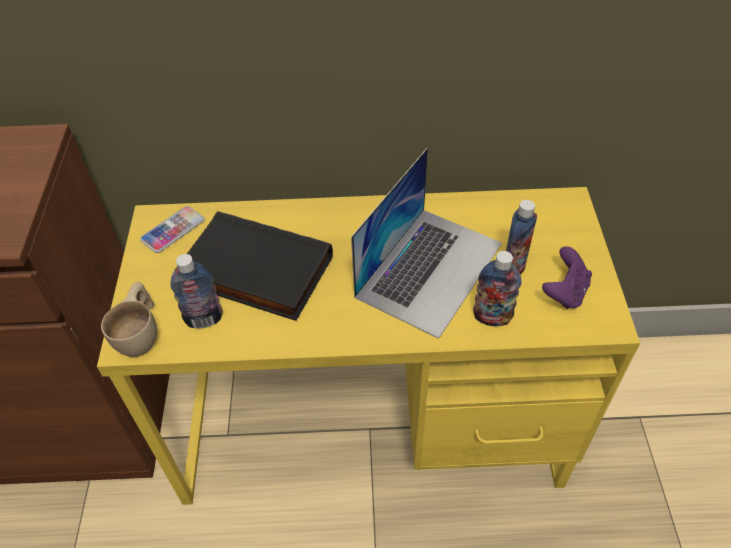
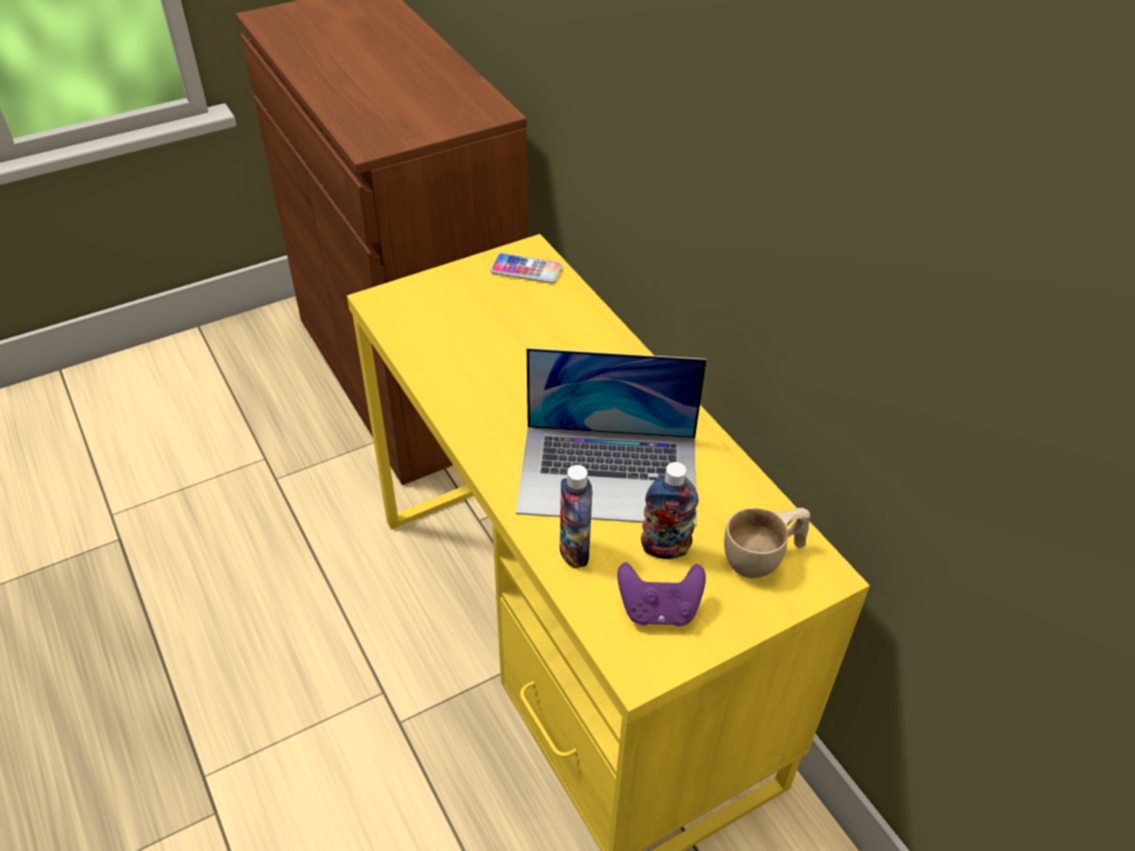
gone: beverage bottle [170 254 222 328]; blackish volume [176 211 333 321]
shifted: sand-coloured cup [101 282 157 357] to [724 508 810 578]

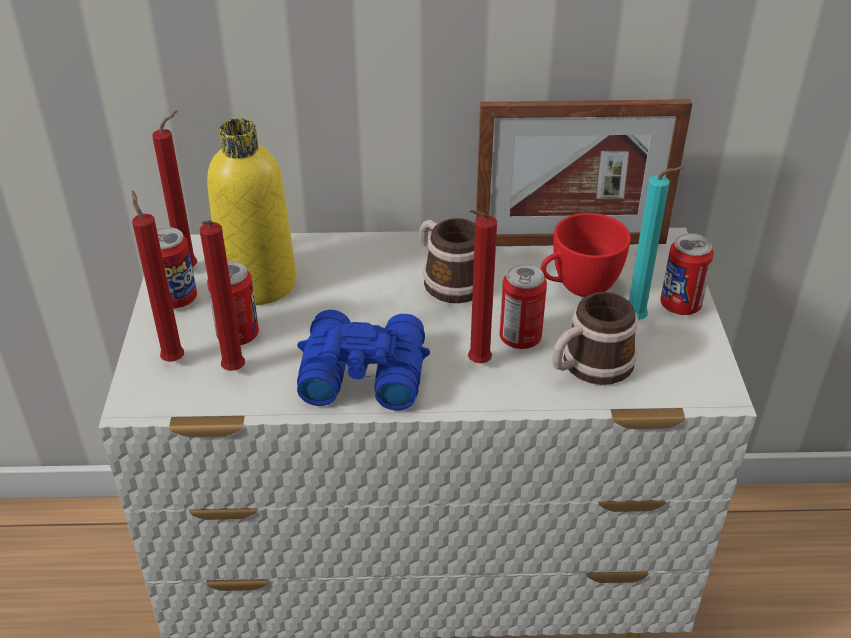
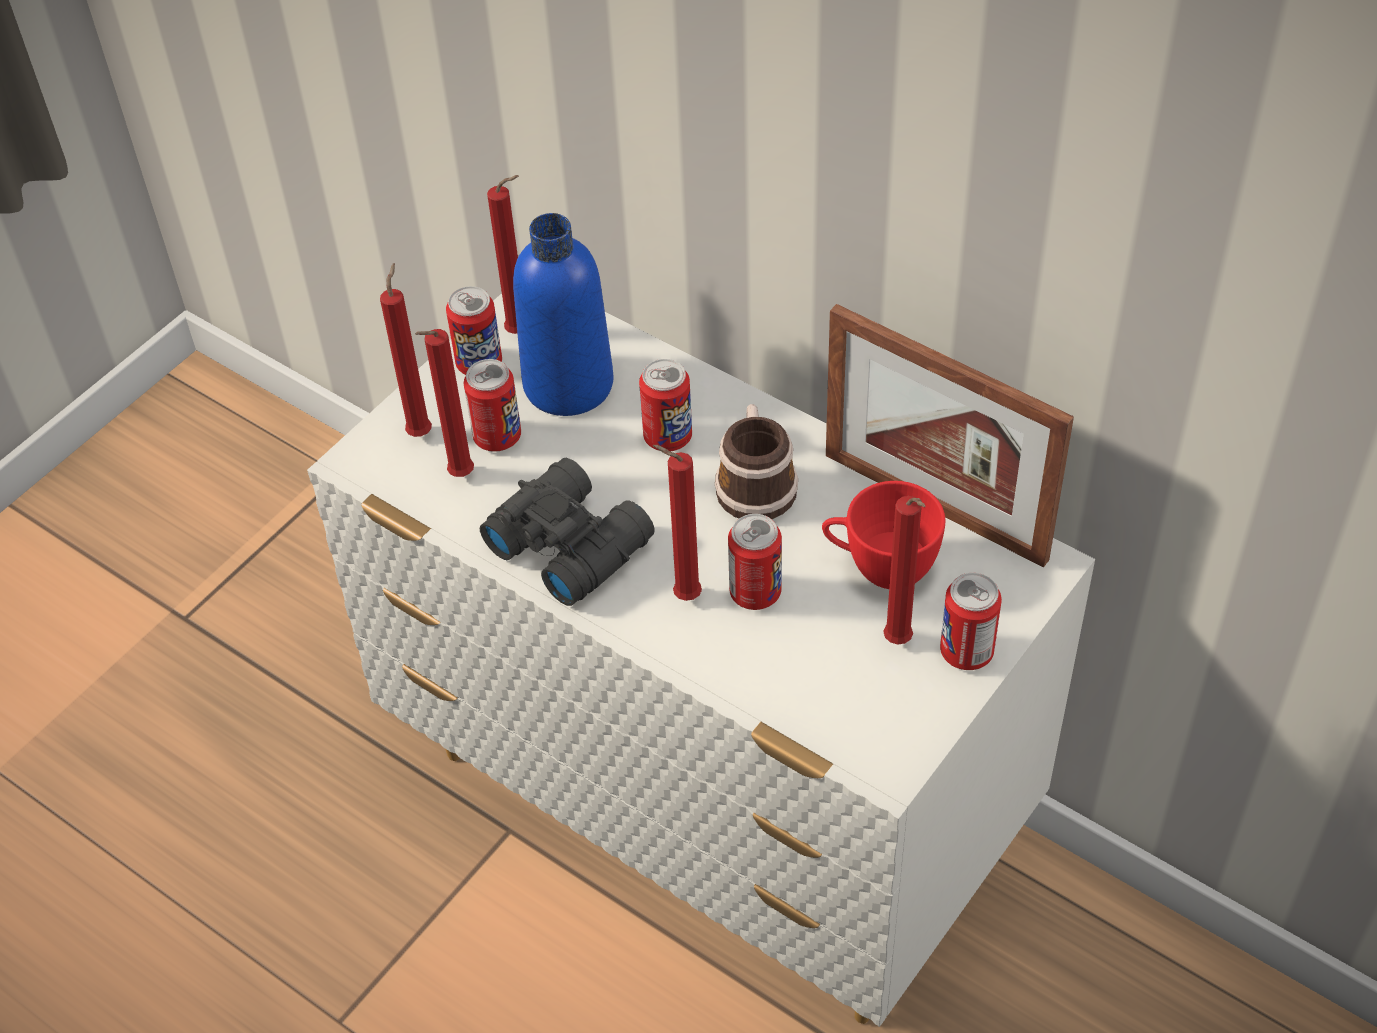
gone: tea mug [552 292 638 385]
new: metal can [639 359 692 451]
repainted: yellow-coloured beverage bottle [207 119 296 305] to blue-coloured beverage bottle [513 213 614 416]; blue-coloured pair of binoculars [297 310 430 411] to blackish pair of binoculars [480 458 655 606]; turquoise-coloured wax candle [629 166 684 320] to reddish wax candle [883 496 925 645]

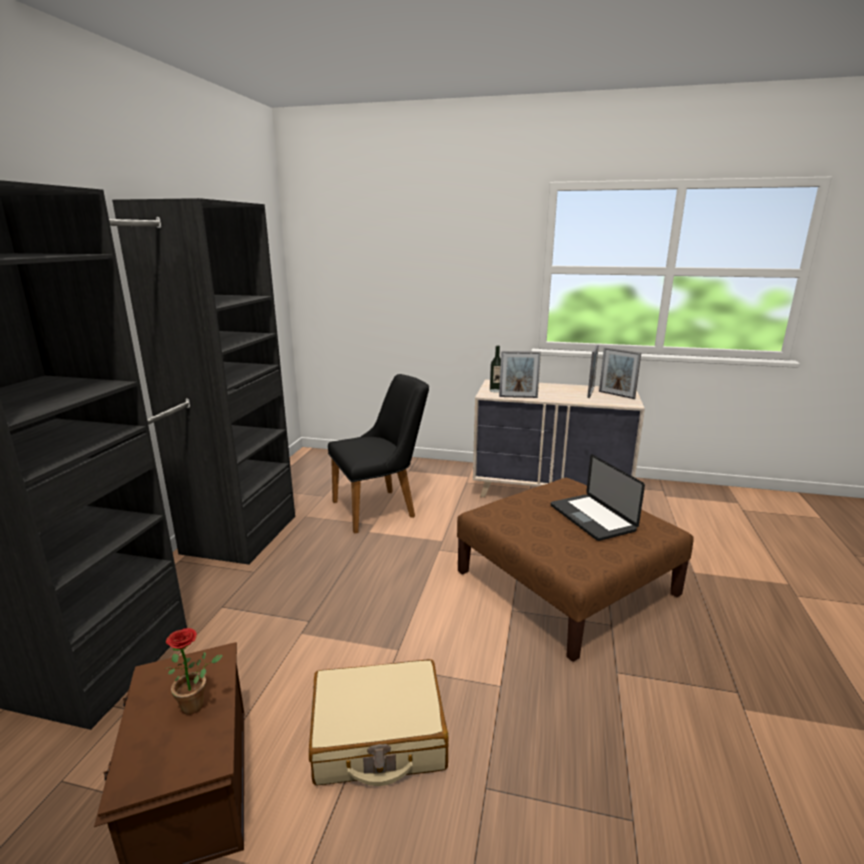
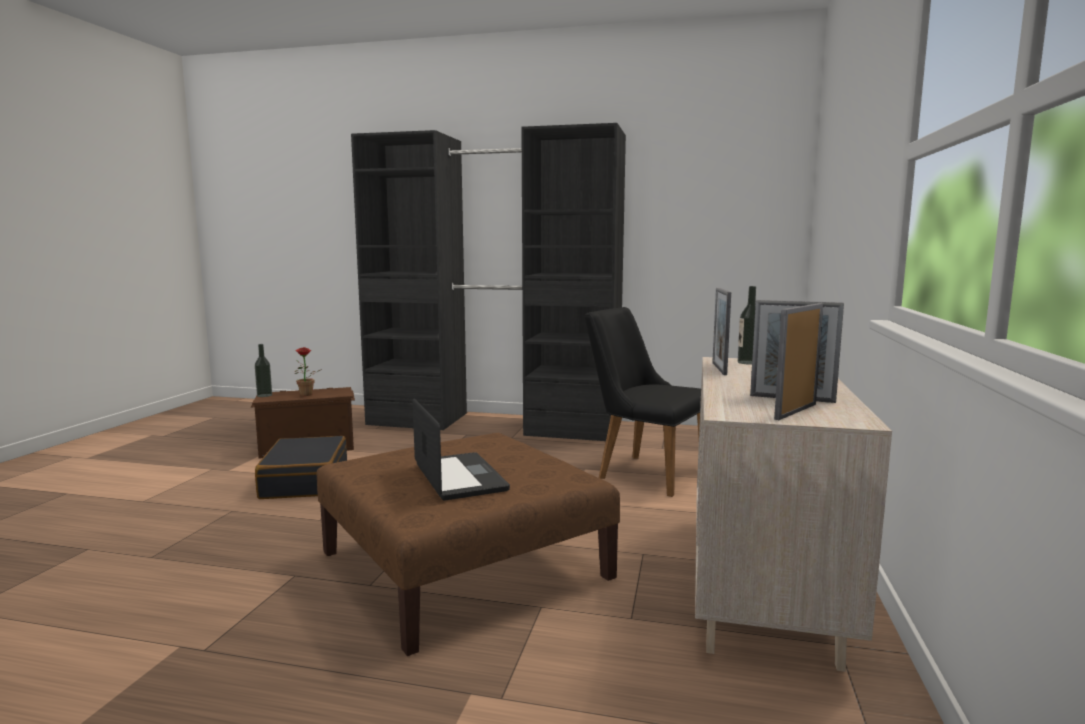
new: beverage bottle [255 344 272 397]
repainted: sand-coloured suitcase [309 659 448 786] to blackish suitcase [255 436 347 499]
rotated: blackish chair [328 374 429 534] = [585 307 701 497] 150 degrees clockwise; portable computer [551 454 645 541] = [413 399 510 501] 90 degrees clockwise

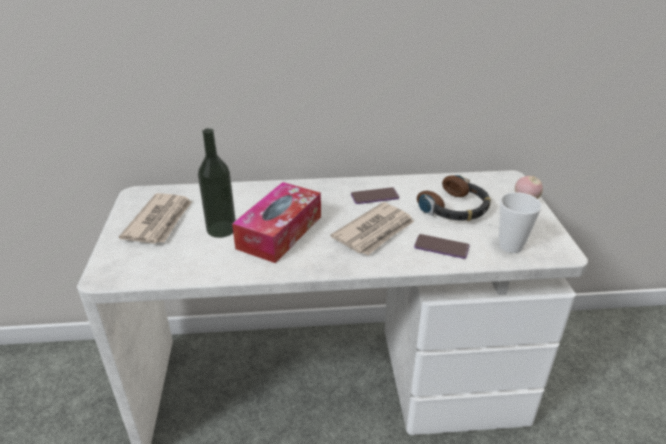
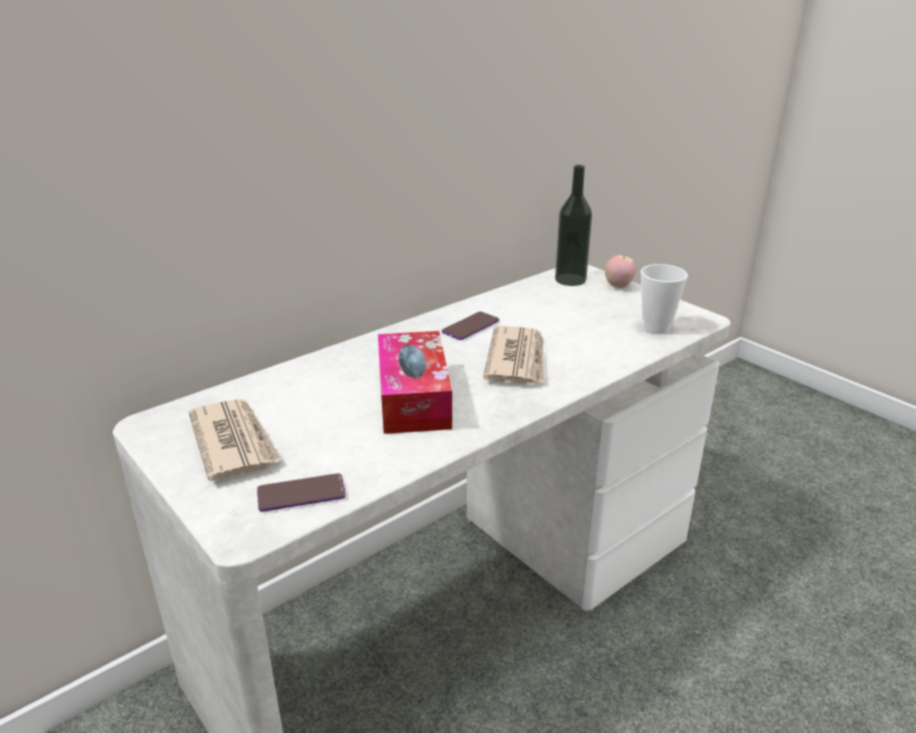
gone: headphones [417 175 491 221]
shifted: beverage bottle [198 128 236 238] to [555 165 592 286]; telephone [414 234 469 259] to [257 473 346 512]

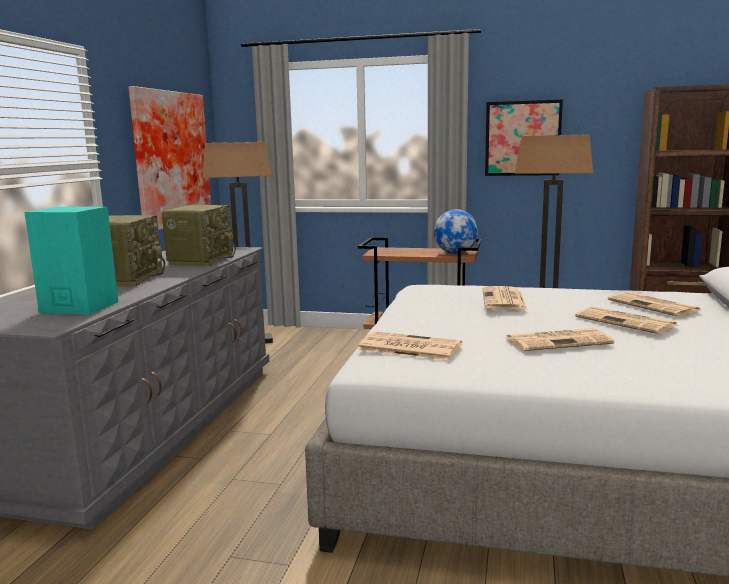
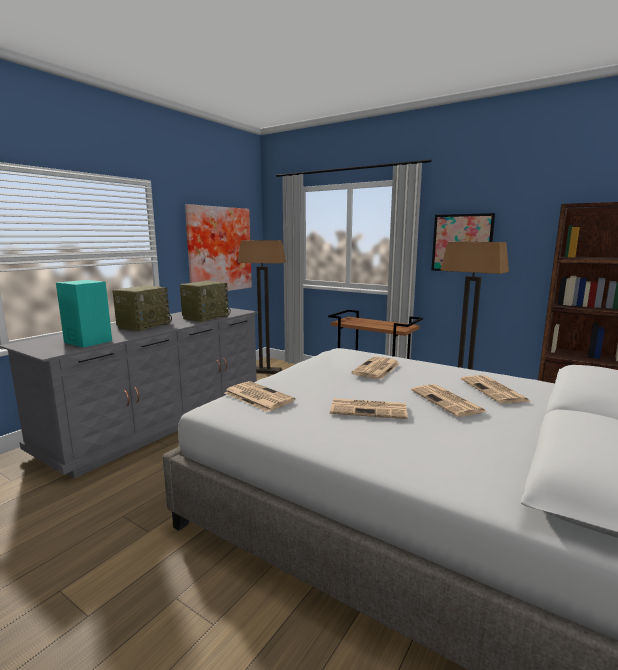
gone: world globe [434 209 478 254]

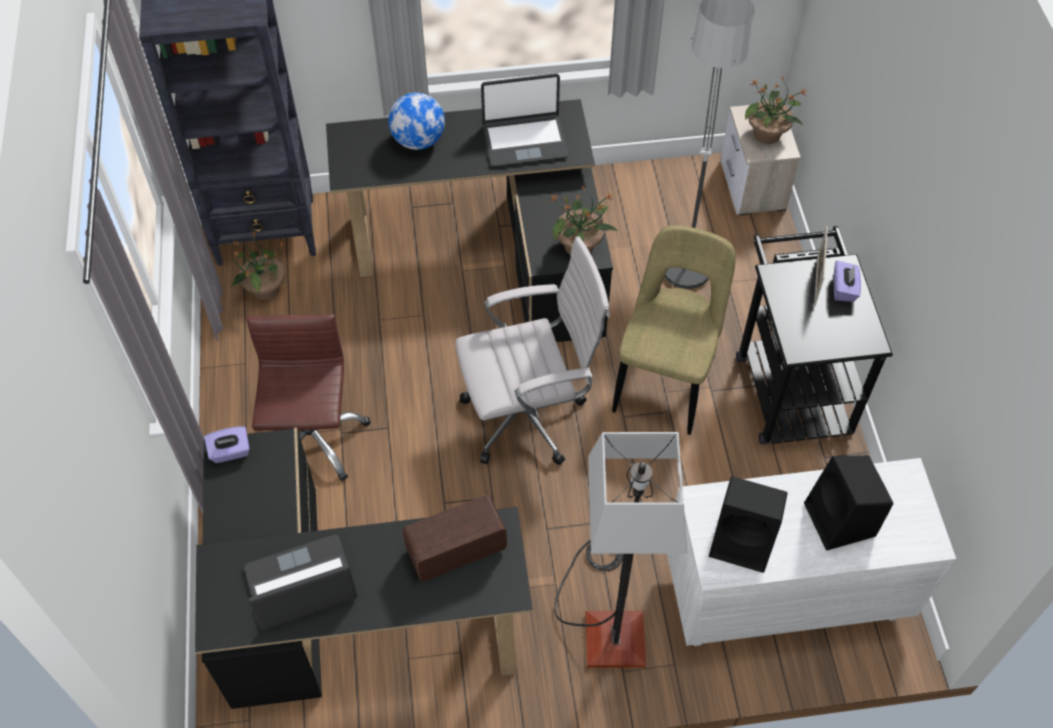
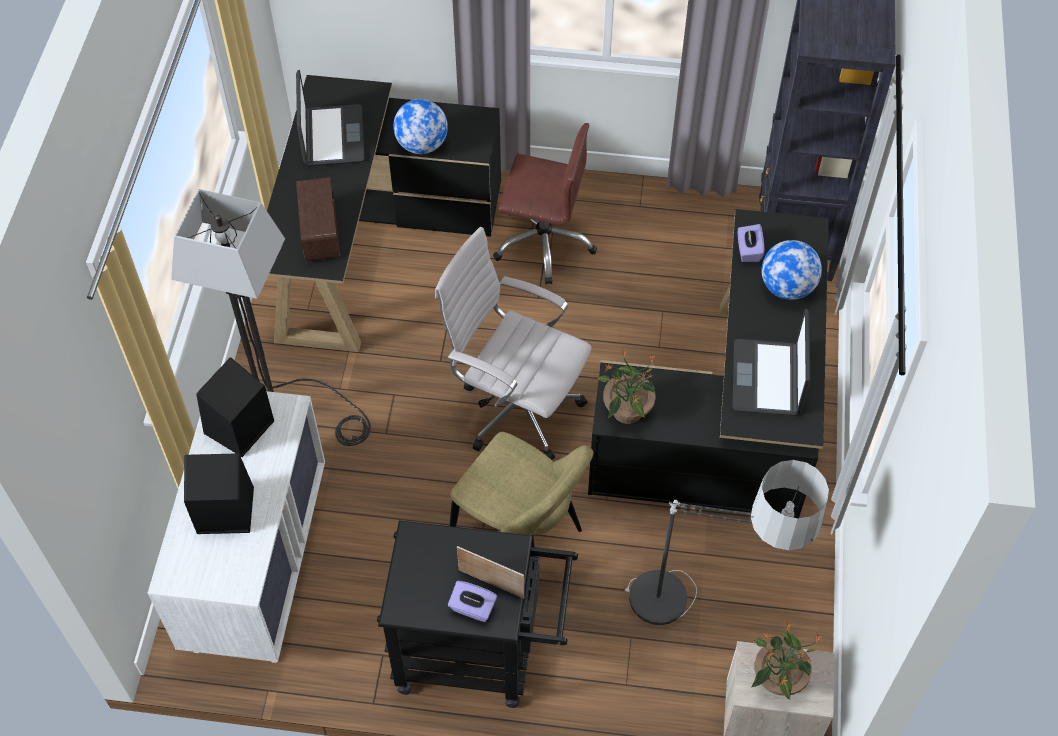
gone: houseplant [231 232 286 300]
new: world globe [393 99 448 154]
shifted: purplish tissue holder [204 426 250 463] to [738 224 764 262]
rotated: whitish computer chair [455 236 610 465] = [435 227 592 460] 120 degrees clockwise

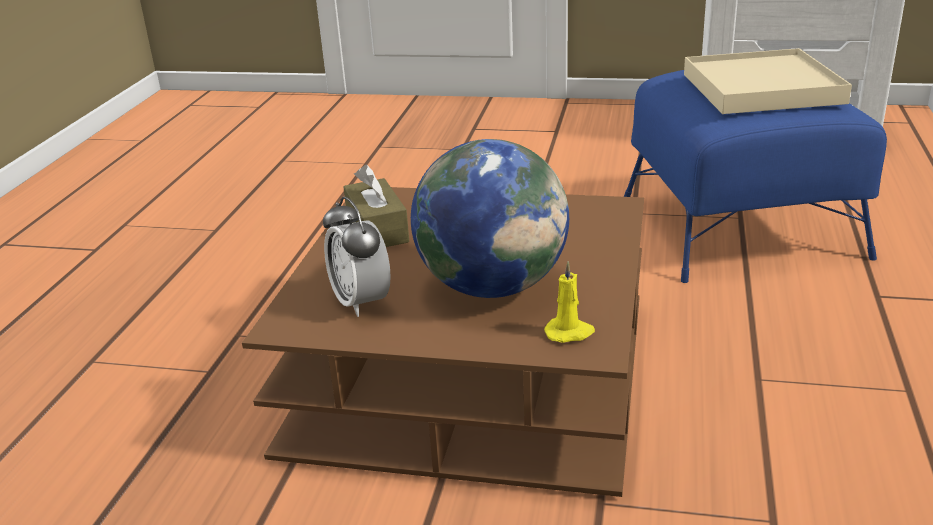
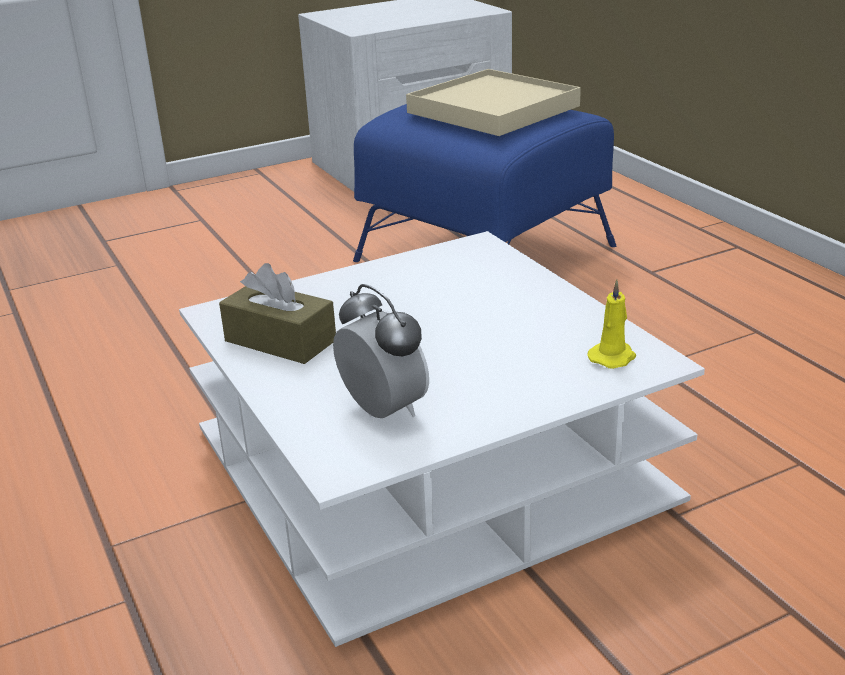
gone: world globe [411 139 569 298]
repainted: brown lounge table [242 187 644 497] to whitish lounge table [179 231 705 647]
rotated: alarm clock [323 197 391 317] = [333 284 429 418] 150 degrees counterclockwise

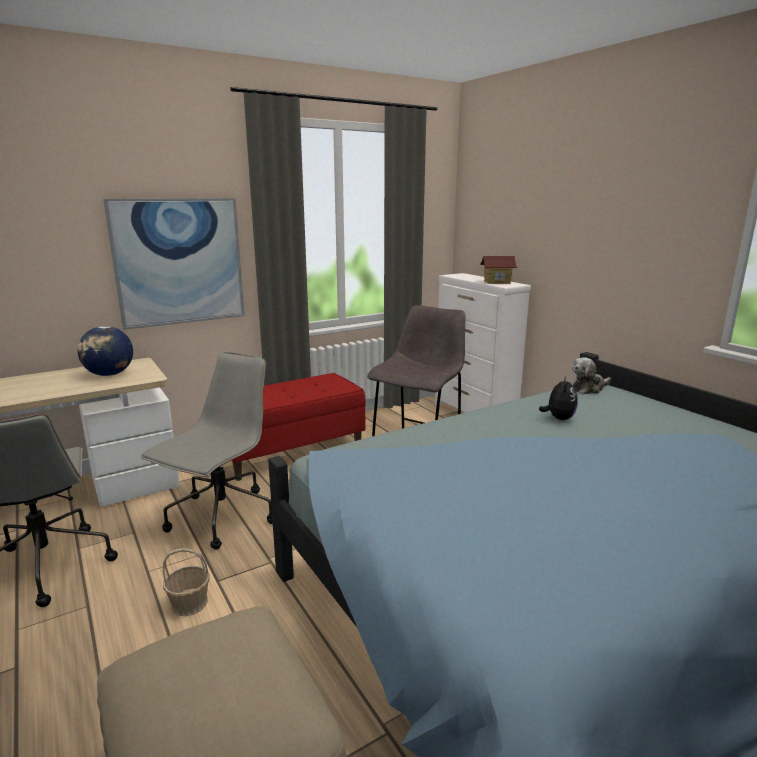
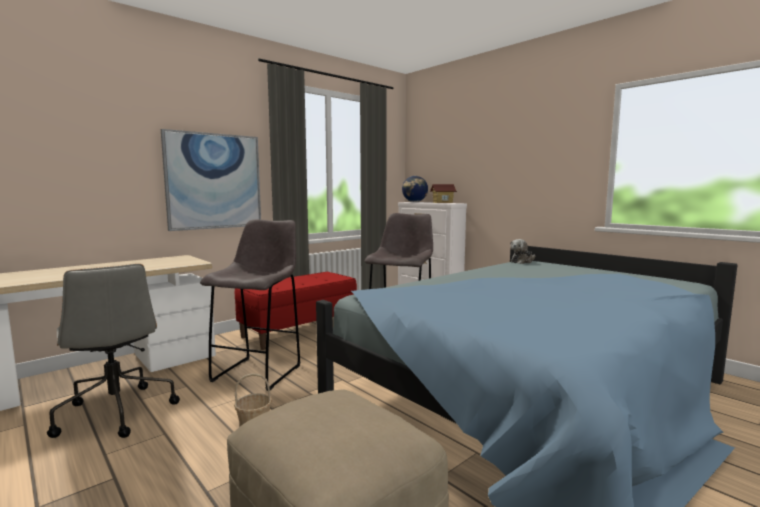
gone: plush toy [539 376 578 420]
shifted: world globe [78 326 133 376] to [402 176 428 202]
swapped: grey computer chair [140 352 273 550] to grey stool [200 219 300 391]

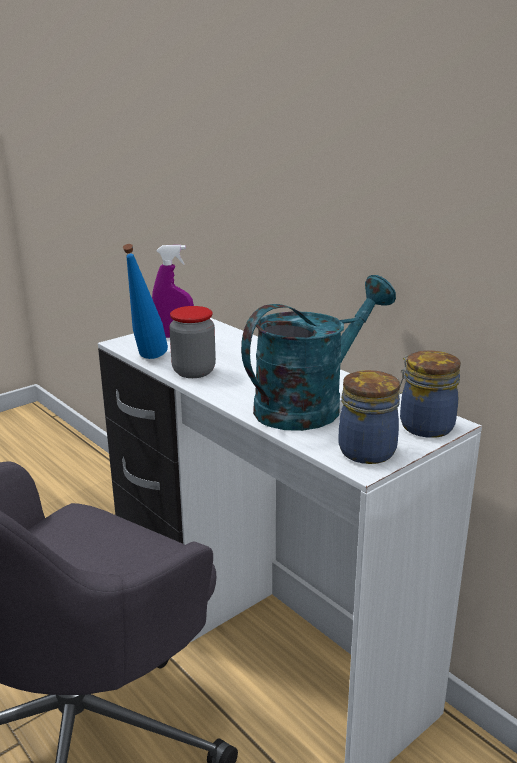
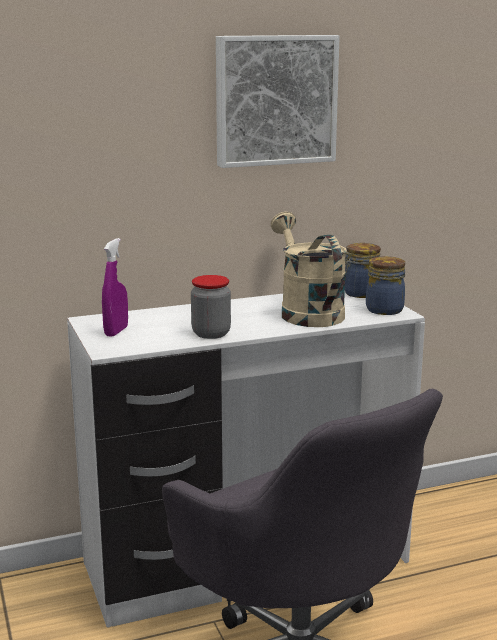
gone: blue-coloured beverage bottle [123 244 168 359]
new: wall picture [216 35 340 168]
repainted: turquoise-coloured sprinkling can [241 275 396 431] to sand-coloured sprinkling can [271 212 347 327]

